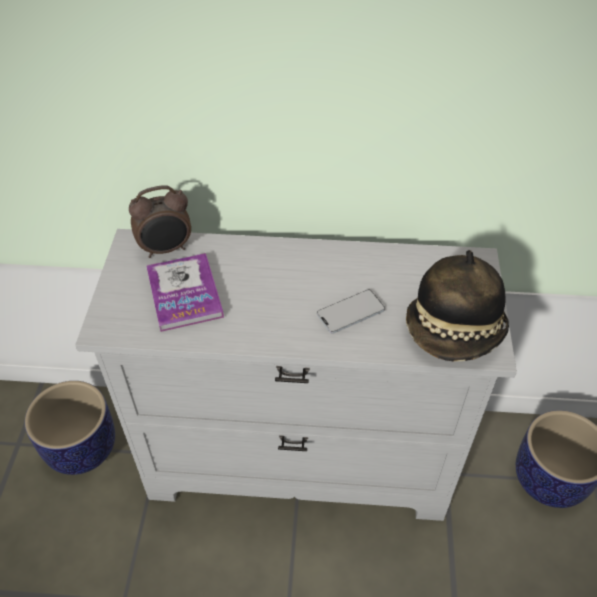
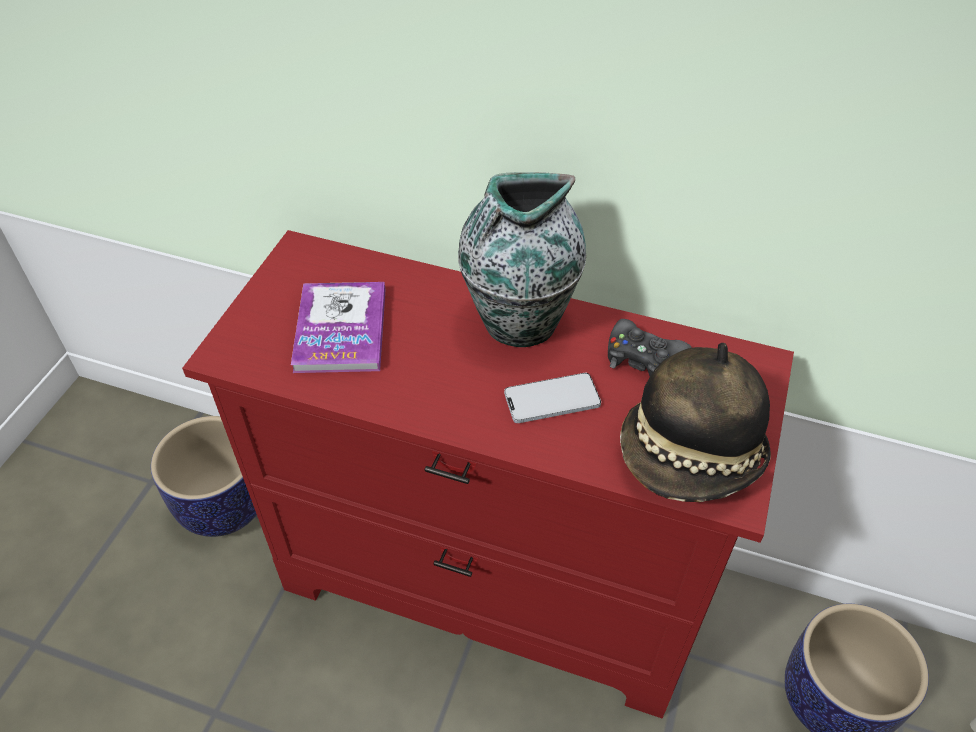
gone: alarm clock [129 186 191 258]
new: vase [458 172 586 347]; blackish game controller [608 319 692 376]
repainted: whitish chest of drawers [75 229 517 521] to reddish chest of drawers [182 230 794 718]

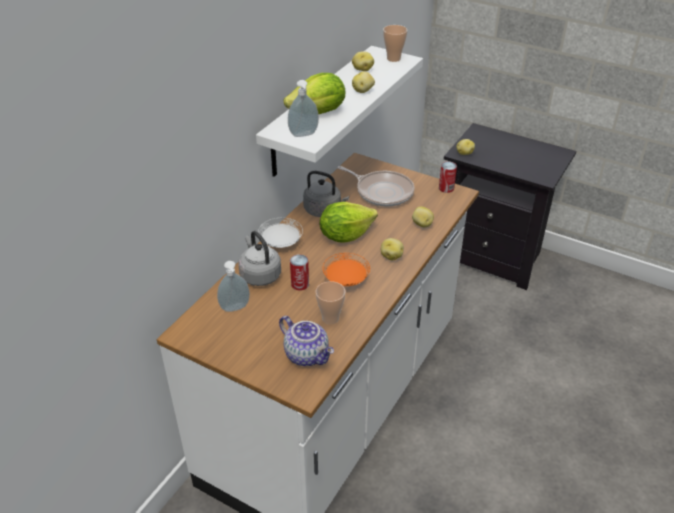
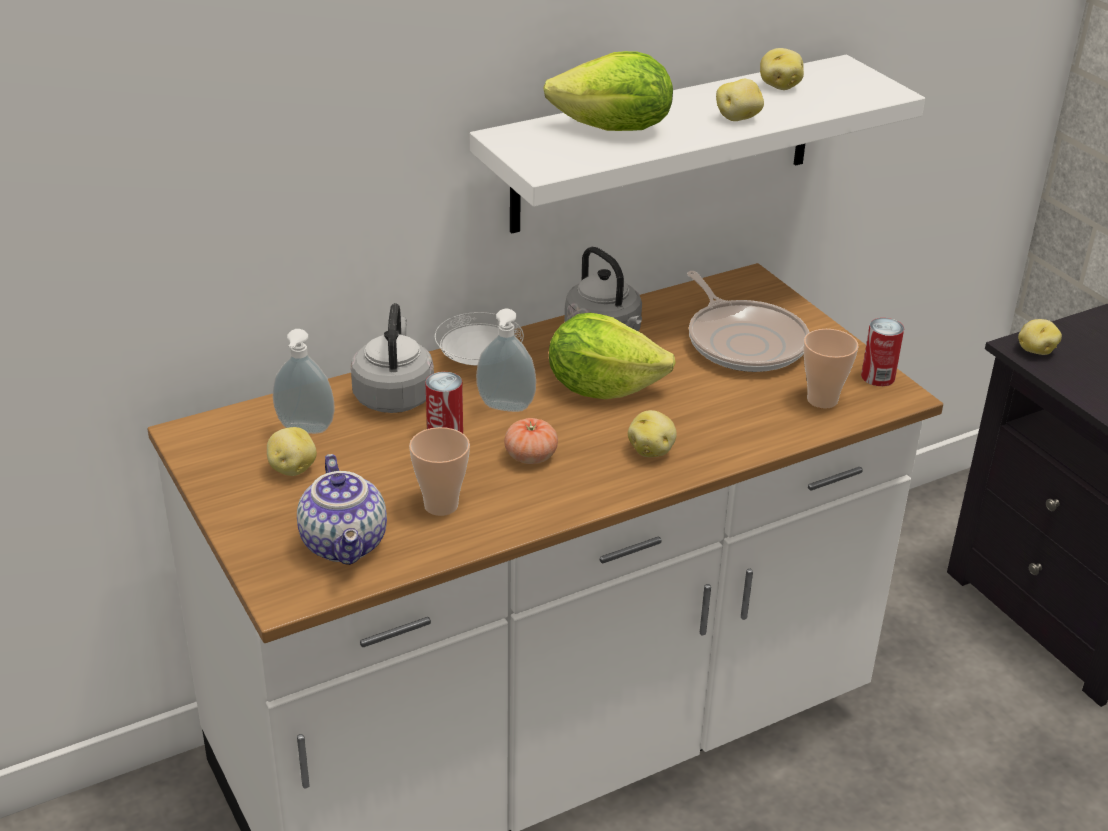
shifted: liquid soap bottle [288 80 319 137] to [476 309 536 412]; cup [383 25 407 62] to [803 329 858 409]; whole potato [412 206 434 227] to [267 427 317 476]
swapped: orange dinner plate [323 253 370 286] to whole tomato [504 418 558 464]

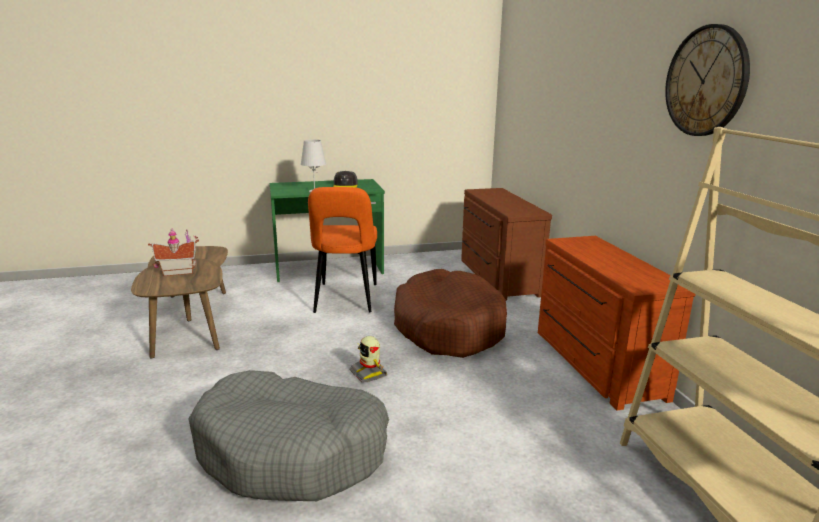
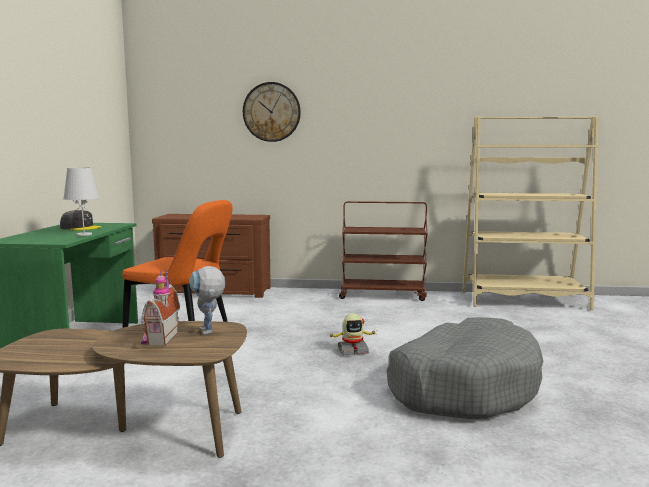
gone: brown dog cushion [394 269 507 358]
new: model robot [189 266 225 335]
shifted: clock on the wall [665 24 750 136] to [243 82 301 142]
swapped: brown chest of drawers [538 236 696 410] to brown wheeled cart [339 201 428 301]

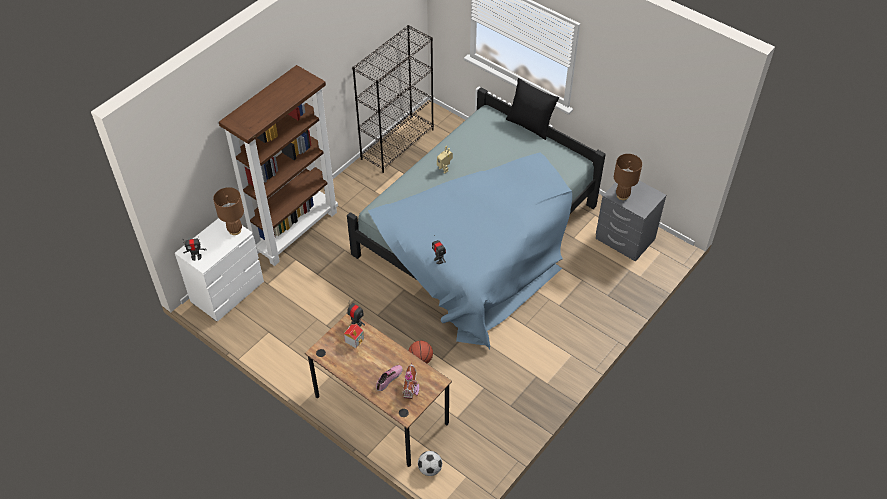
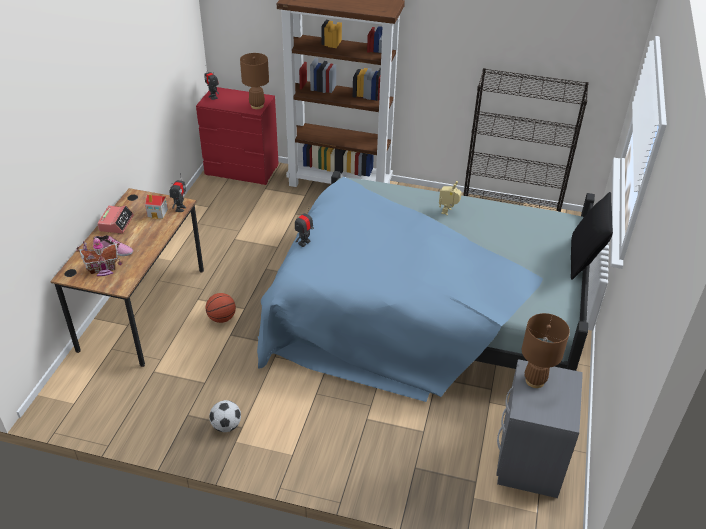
new: alarm clock [97 205 134 233]
shifted: ball for football [418 451 442 476] to [209 400 241 432]
repainted: whitish chest of drawers [175 218 264 322] to reddish chest of drawers [196 87 279 185]

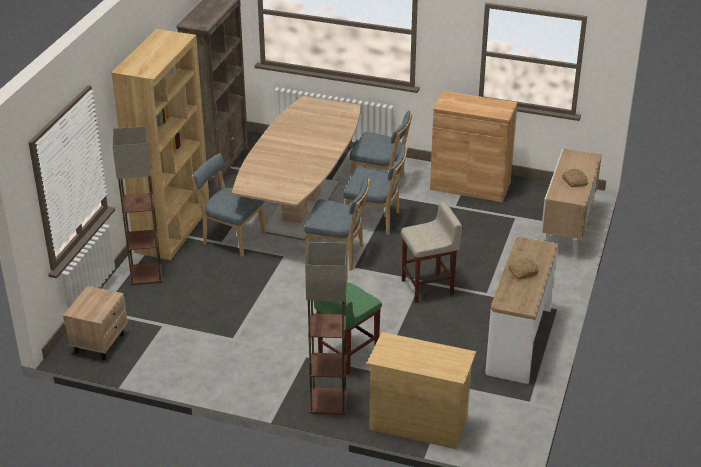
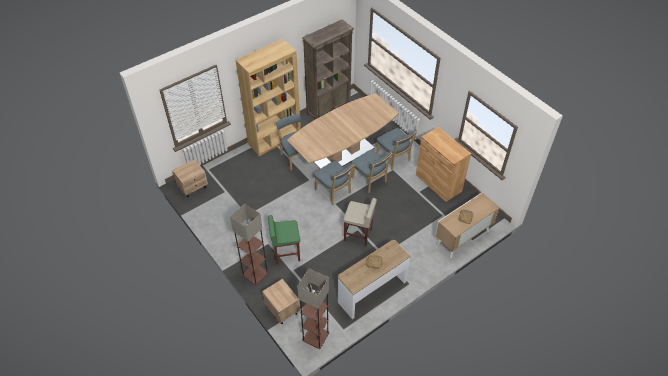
shifted: standard lamp [112 126 162 285] to [297 268 329 349]
swapped: sand-coloured chest of drawers [367 332 476 449] to sand-coloured nightstand [262 279 300 324]

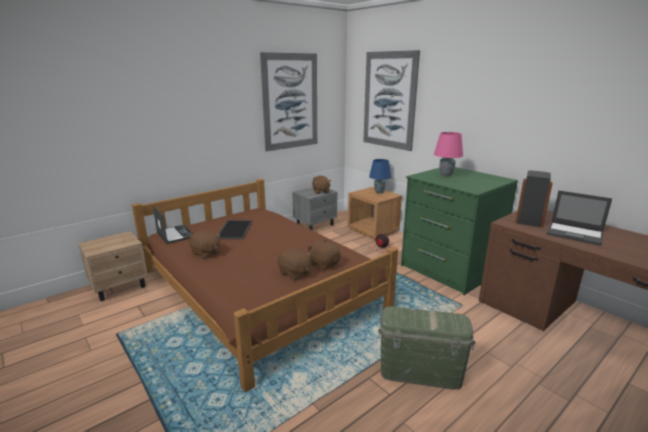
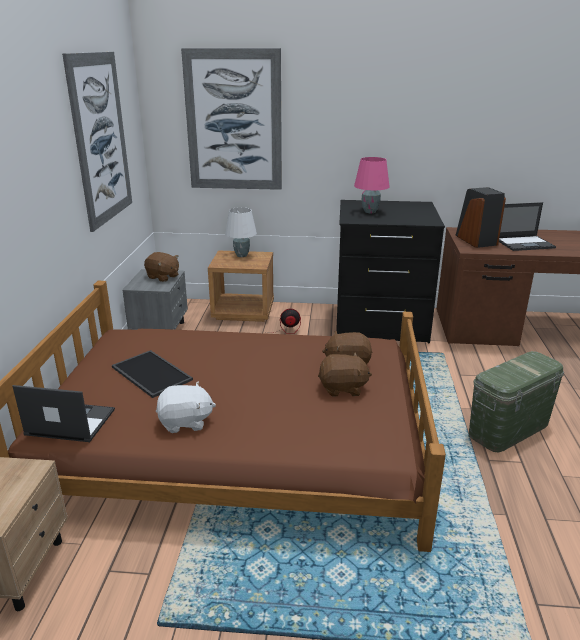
repainted: brown plush toy [189 231 221 259] to whitish plush toy [156 382 216 433]; blue-coloured tabletop lamp [369 159 391 193] to whitish tabletop lamp [225 207 257 257]; greenish chest of drawers [401 167 518 295] to blackish chest of drawers [336 200 445 343]

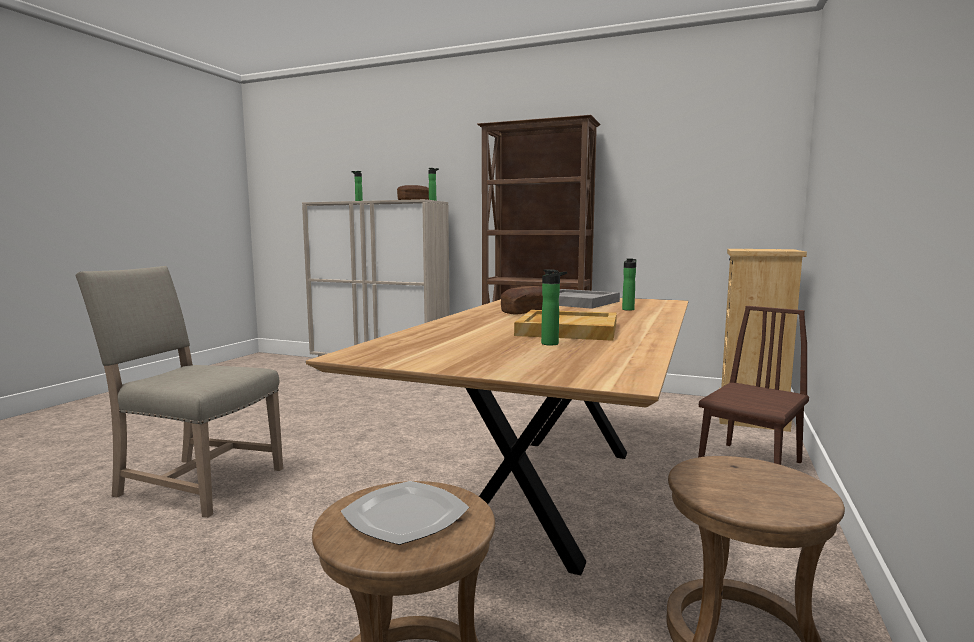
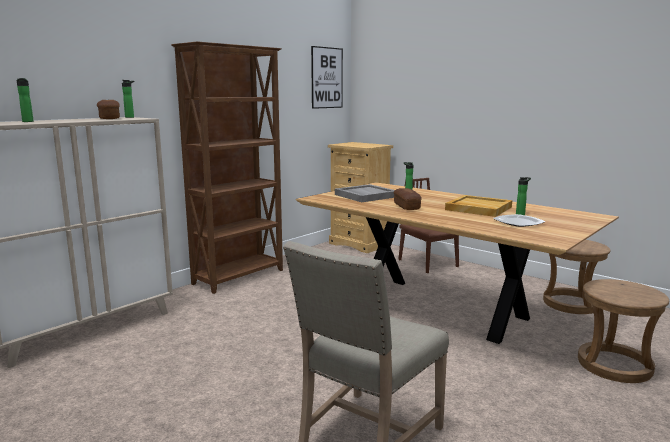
new: wall picture [311 46 343 109]
shifted: dinner plate [341 481 469 545] to [493 214 545 227]

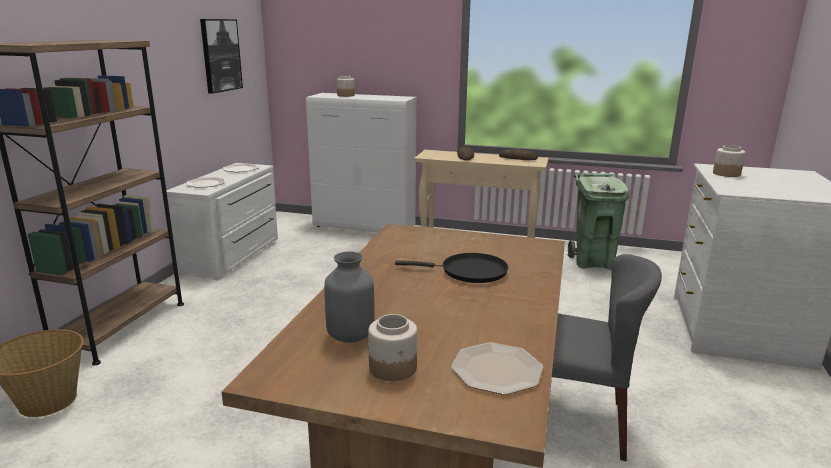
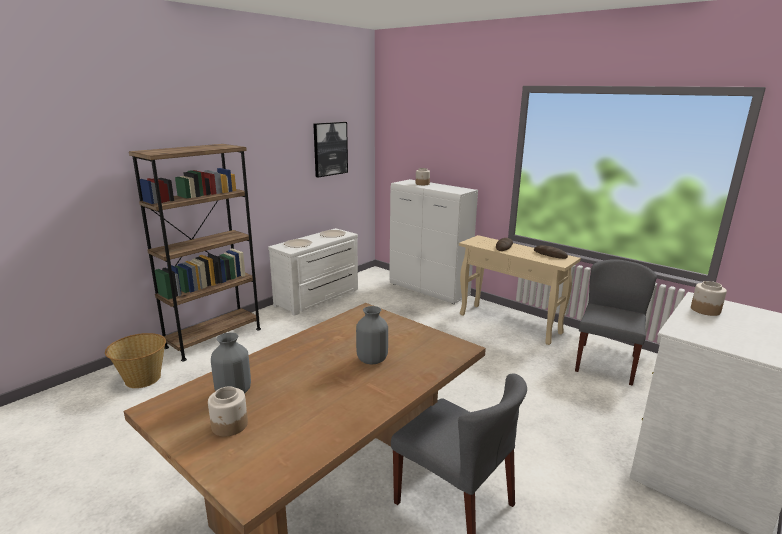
gone: dinner plate [451 342 543 395]
swapped: blackish skillet [395 253 508 283] to grey vase [356 306 388 364]; greenish rubbish bin [568 173 629 269] to grey chair [575 259 657 386]

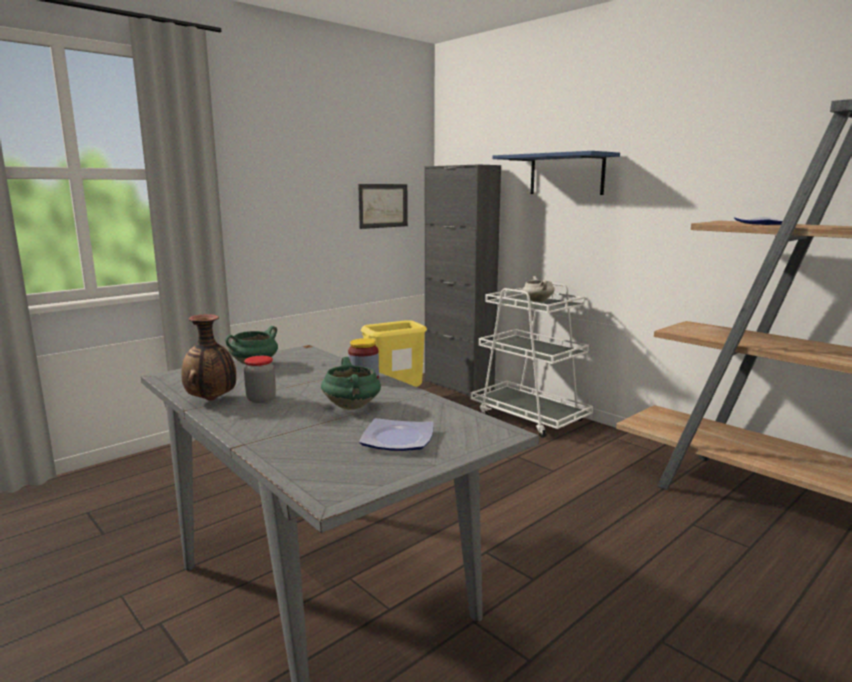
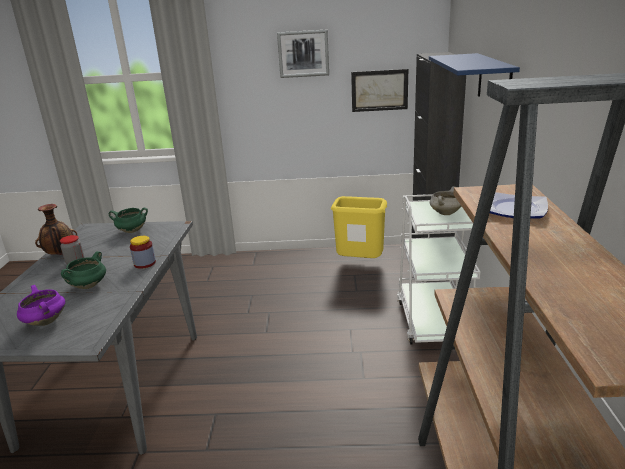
new: wall picture [277 30 329 78]
swapped: dinner plate [359 418 433 451] to purplish stockpot [17 285 65 326]

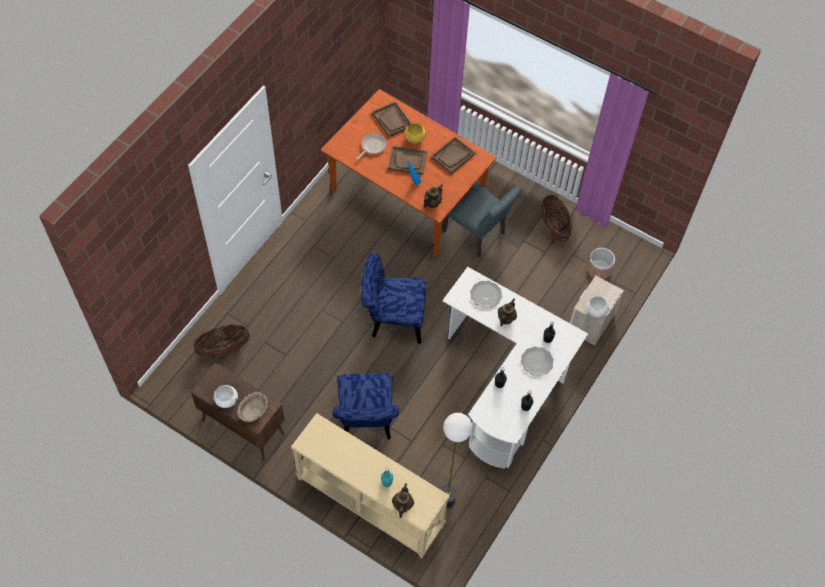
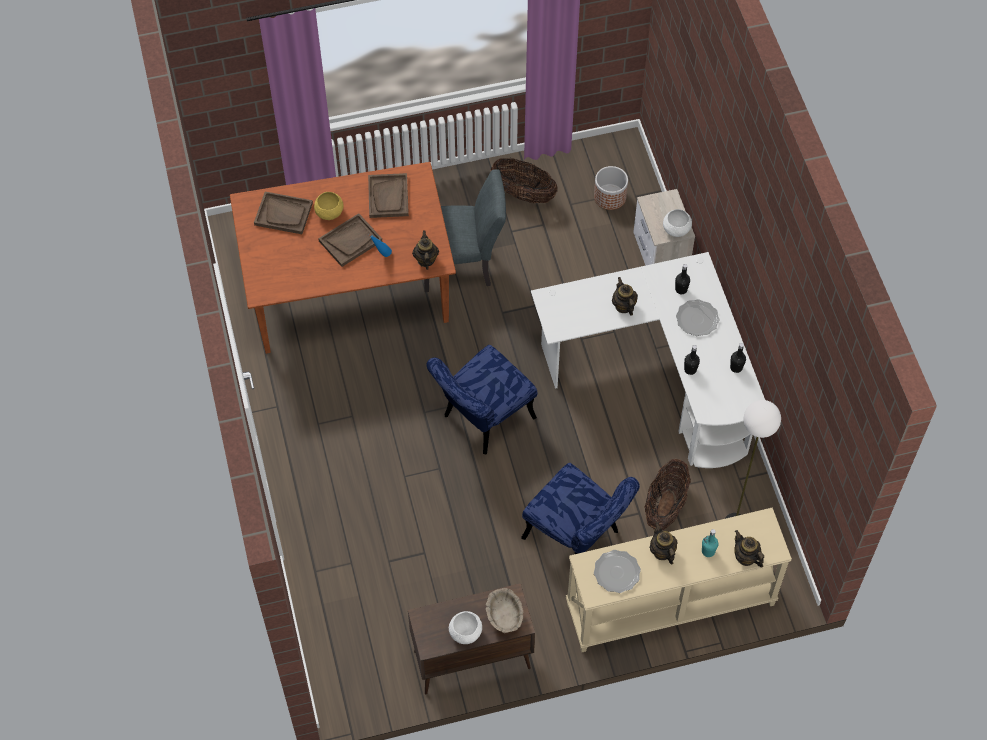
gone: skillet [356 133 386 160]
new: pot for tea [650 522 678 565]
shifted: storage basket [193 324 250 358] to [644 459 691 530]; dinner plate [470 280 502 308] to [594 550 641 593]

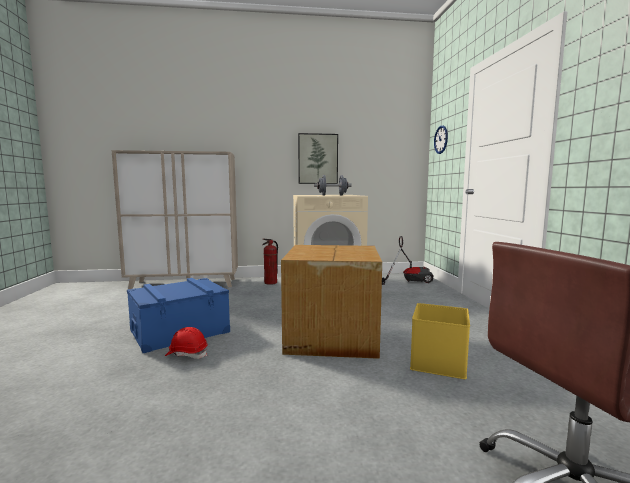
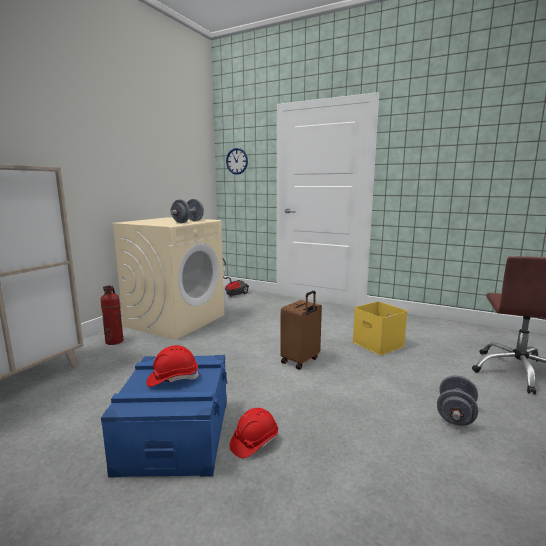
gone: wall picture [298 133 338 184]
new: reddish safety helmet [147 345 199 387]; grey dumbbell [437 375 478 426]
swapped: cardboard box [281 245 382 359] to brown suitcase [280 291 322 370]

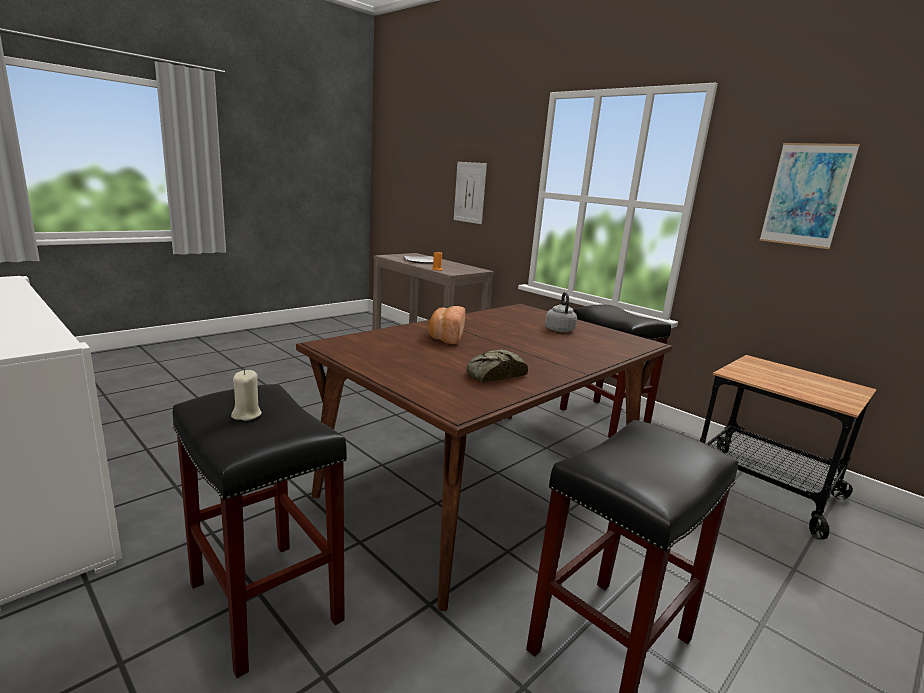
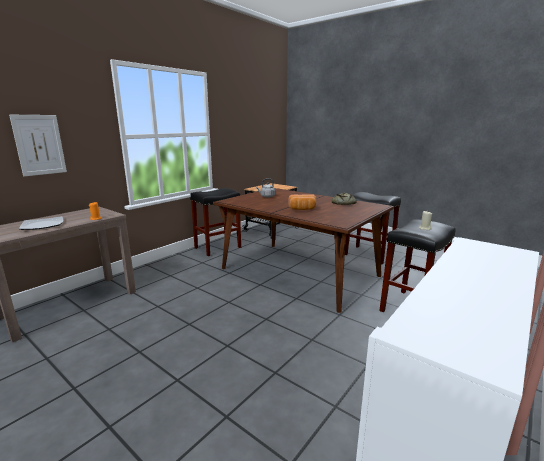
gone: wall picture [760 143 860 249]

